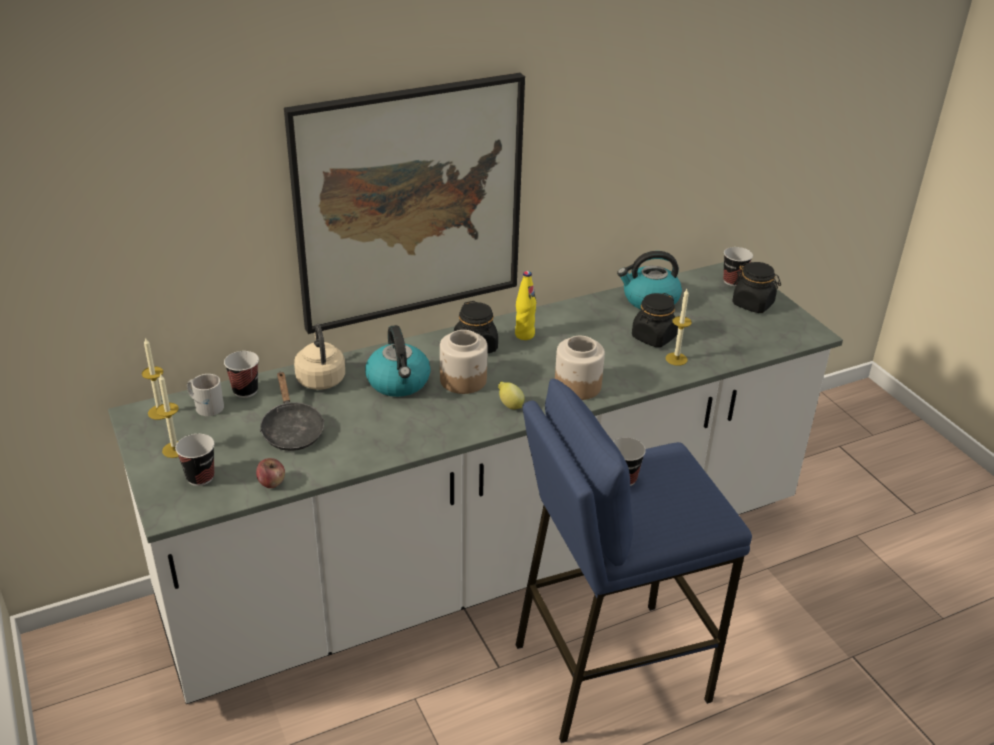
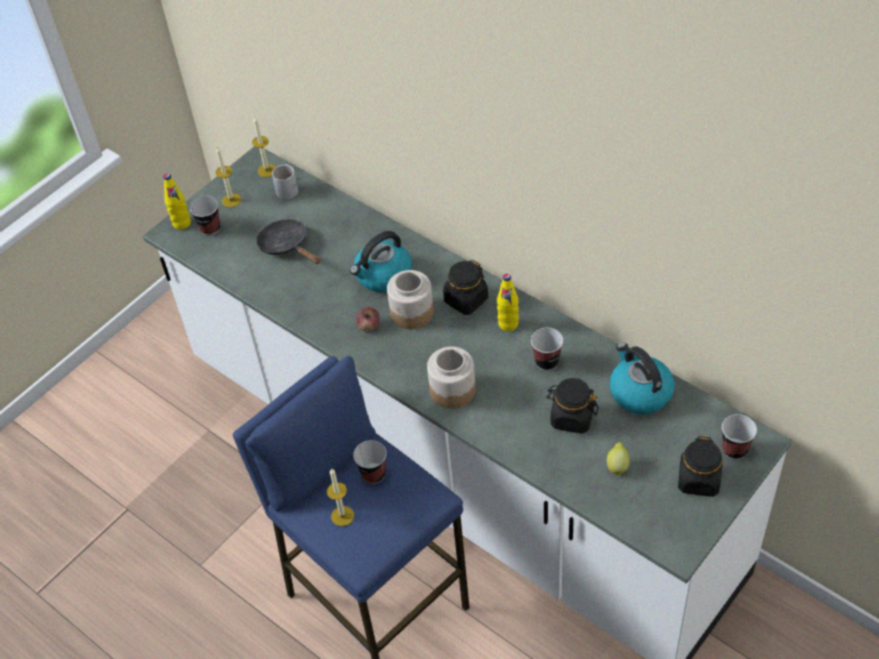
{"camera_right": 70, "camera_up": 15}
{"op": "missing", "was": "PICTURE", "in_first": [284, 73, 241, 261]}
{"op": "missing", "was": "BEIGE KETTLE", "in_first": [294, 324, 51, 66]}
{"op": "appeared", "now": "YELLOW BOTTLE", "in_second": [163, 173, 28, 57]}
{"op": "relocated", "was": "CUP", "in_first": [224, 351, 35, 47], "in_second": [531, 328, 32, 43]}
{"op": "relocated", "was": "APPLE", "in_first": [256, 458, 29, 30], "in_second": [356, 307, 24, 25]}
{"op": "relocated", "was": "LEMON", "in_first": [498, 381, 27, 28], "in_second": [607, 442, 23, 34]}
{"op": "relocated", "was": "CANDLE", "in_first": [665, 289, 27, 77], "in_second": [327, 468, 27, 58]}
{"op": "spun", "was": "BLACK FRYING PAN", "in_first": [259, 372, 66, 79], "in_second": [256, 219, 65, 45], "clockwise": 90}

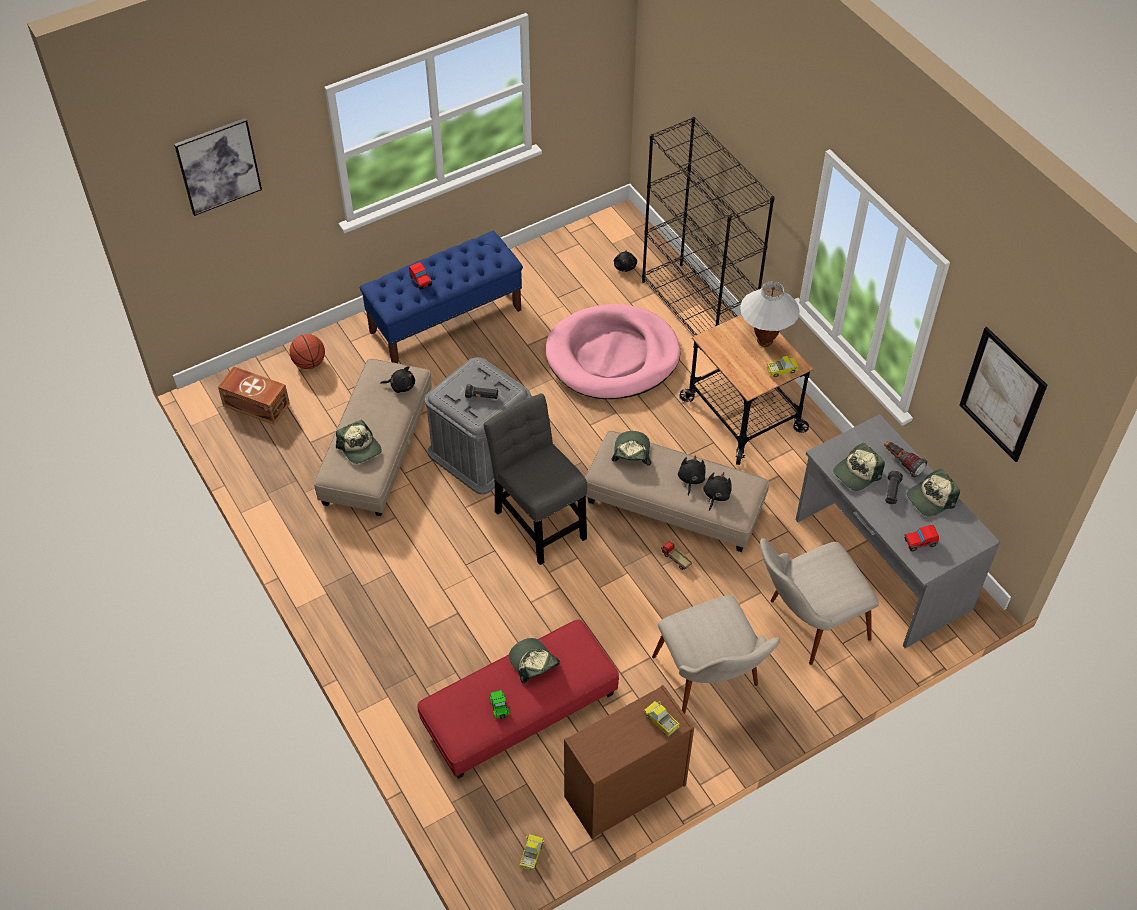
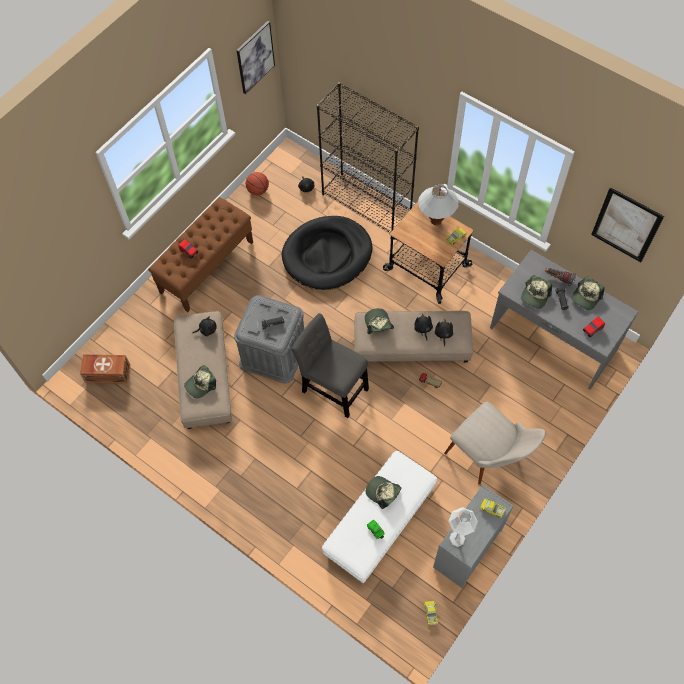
{"camera_right": -20, "camera_up": 10}
{"op": "missing", "was": "BEIGE CHAIR", "in_first": [760, 538, 119, 127]}
{"op": "appeared", "now": "GREY TABLE LAMP", "in_second": [448, 507, 30, 40]}
{"op": "relocated", "was": "PICTURE", "in_first": [174, 118, 88, 98], "in_second": [236, 21, 39, 73]}
{"op": "relocated", "was": "BASKETBALL", "in_first": [289, 334, 36, 35], "in_second": [246, 172, 23, 23]}
{"op": "colour", "was": "BLUE BENCH", "now": "BROWN BENCH", "in_first": [360, 231, 163, 132], "in_second": [148, 197, 105, 115]}
{"op": "colour", "was": "RED OTTOMAN", "now": "WHITE OTTOMAN", "in_first": [418, 620, 201, 159], "in_second": [322, 451, 115, 132]}
{"op": "colour", "was": "PINK DOG BED", "now": "BLACK DOG BED", "in_first": [546, 304, 135, 95], "in_second": [282, 216, 90, 74]}
{"op": "colour", "was": "BROWN DRESSER", "now": "GREY DRESSER", "in_first": [564, 685, 130, 155], "in_second": [433, 484, 81, 104]}
{"op": "spun", "was": "CAP", "in_first": [336, 420, 46, 44], "in_second": [184, 365, 32, 33], "clockwise": 105}

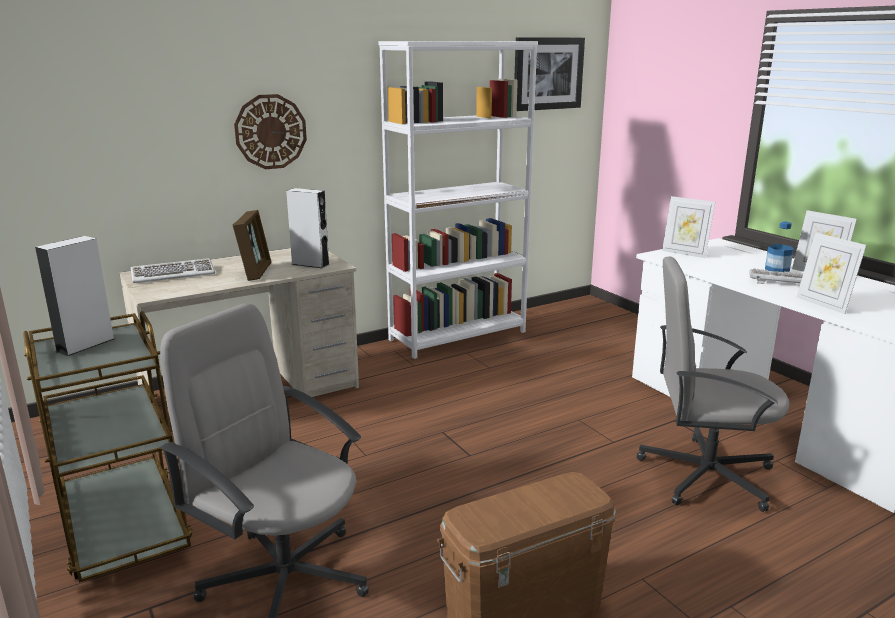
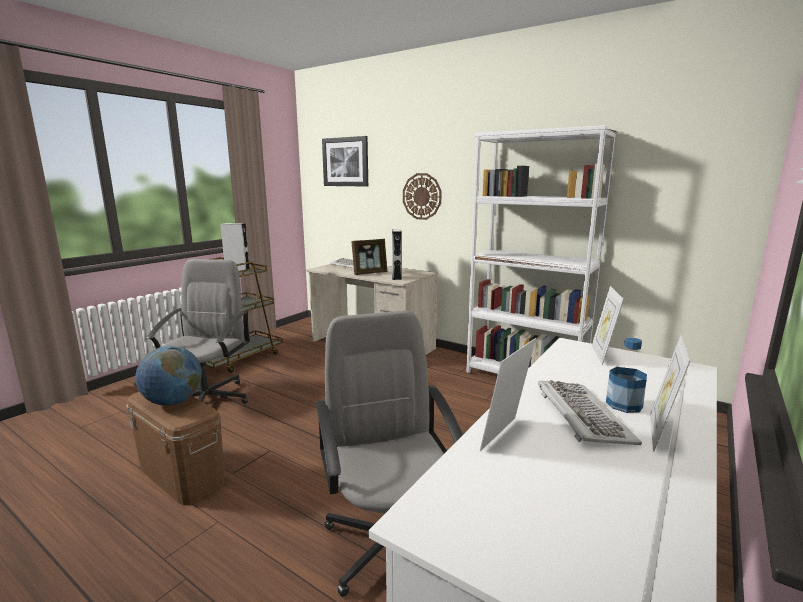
{"camera_right": 65, "camera_up": -5}
{"op": "appeared", "now": "GLOBE", "in_second": [135, 346, 67, 59]}
{"op": "relocated", "was": "PICTURE", "in_first": [514, 37, 71, 74], "in_second": [322, 136, 46, 51]}

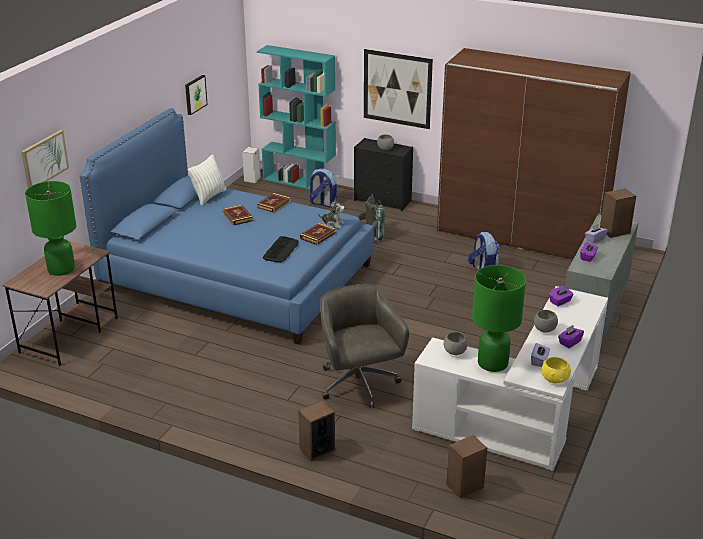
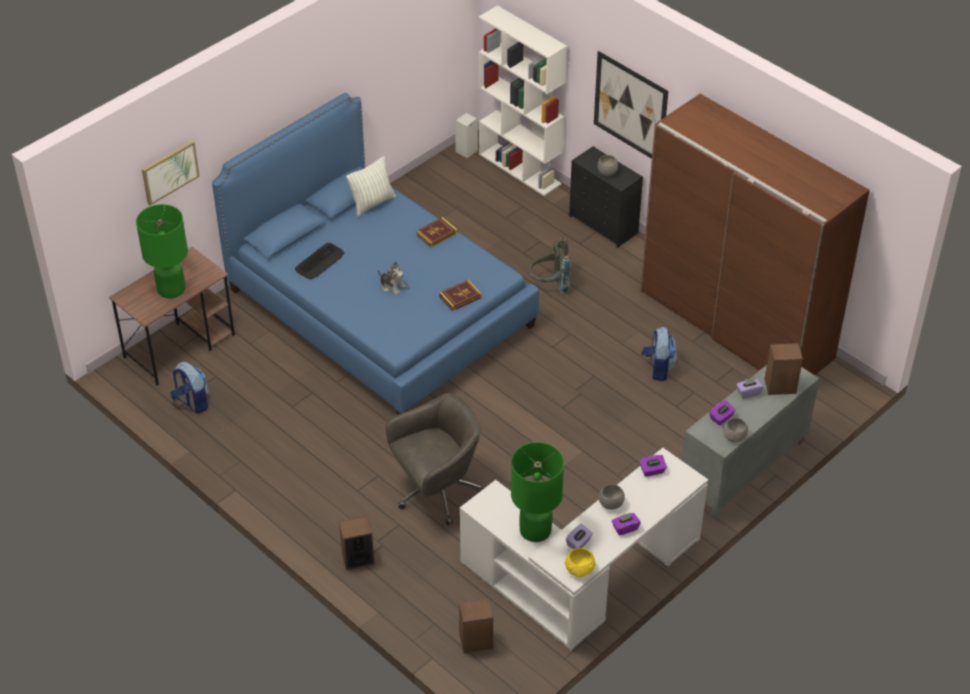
{"camera_right": 20, "camera_up": 15}
{"op": "missing", "was": "PICTURE", "in_first": [185, 75, 23, 40]}
{"op": "missing", "was": "BOOK", "in_first": [223, 205, 30, 20]}
{"op": "relocated", "was": "KEYBOARD", "in_first": [263, 236, 35, 26], "in_second": [295, 243, 49, 36]}
{"op": "relocated", "was": "BACKPACK", "in_first": [309, 169, 28, 38], "in_second": [170, 362, 38, 52]}
{"op": "relocated", "was": "PLUSH TOY", "in_first": [318, 198, 27, 31], "in_second": [378, 262, 28, 33]}
{"op": "relocated", "was": "GREY BOWL", "in_first": [444, 332, 24, 23], "in_second": [723, 418, 25, 25]}
{"op": "colour", "was": "TURQUOISE BOOKCASE", "now": "WHITE BOOKCASE", "in_first": [257, 45, 79, 145], "in_second": [479, 5, 88, 191]}
{"op": "spun", "was": "GREY OFFICE CHAIR", "in_first": [320, 284, 89, 124], "in_second": [386, 393, 96, 133], "clockwise": 60}

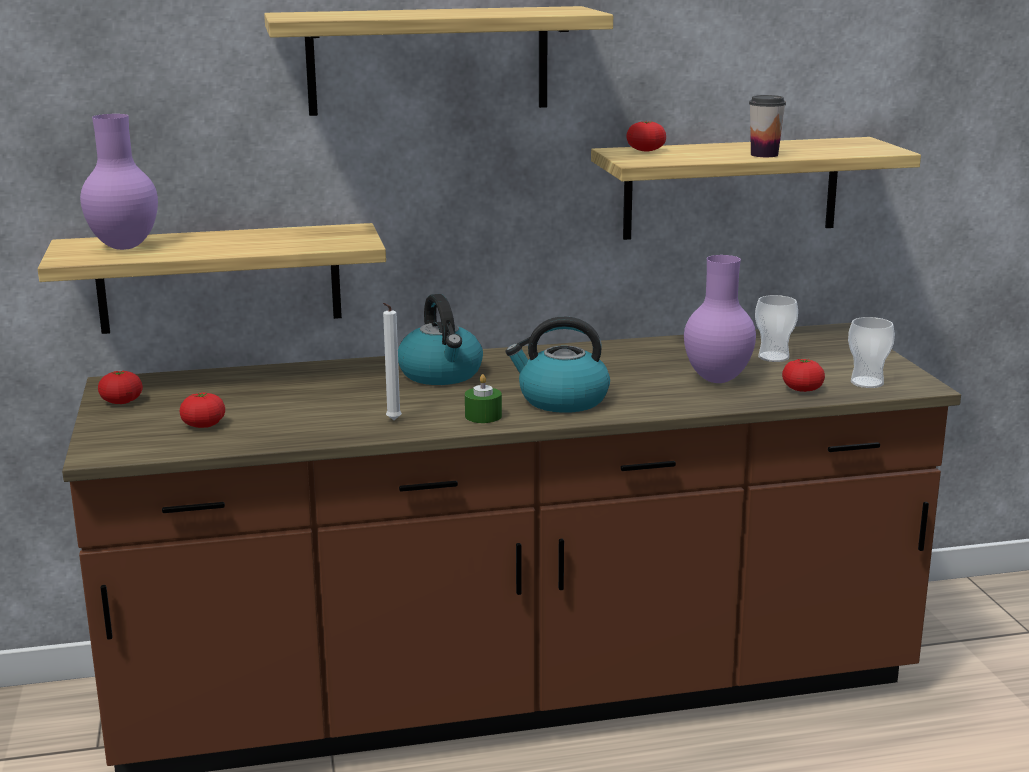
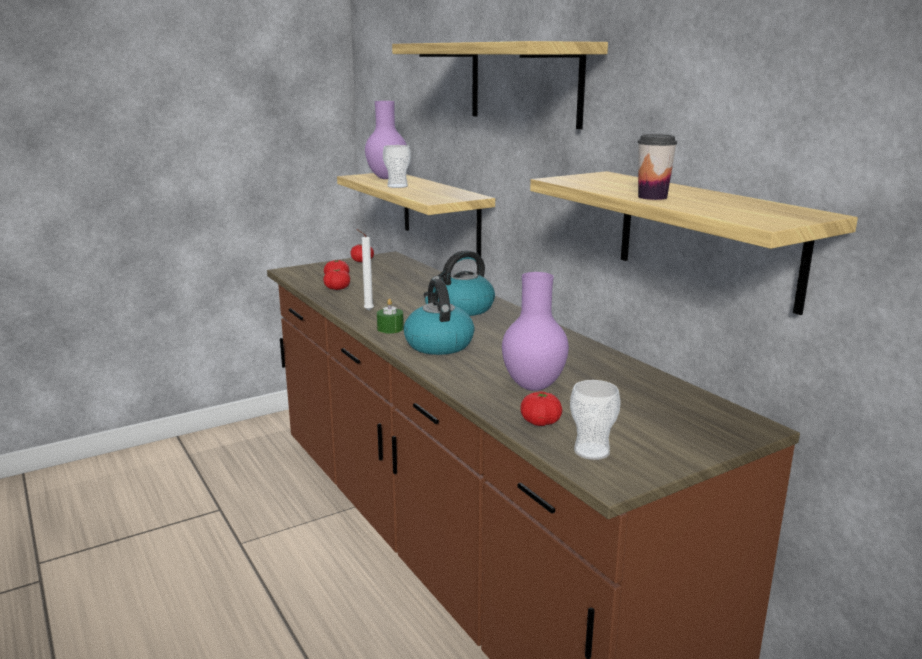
{"camera_right": 70, "camera_up": 0}
{"op": "relocated", "was": "TOMATO", "in_first": [627, 121, 39, 31], "in_second": [323, 269, 27, 21]}
{"op": "relocated", "was": "CUP", "in_first": [755, 295, 43, 67], "in_second": [383, 145, 28, 43]}

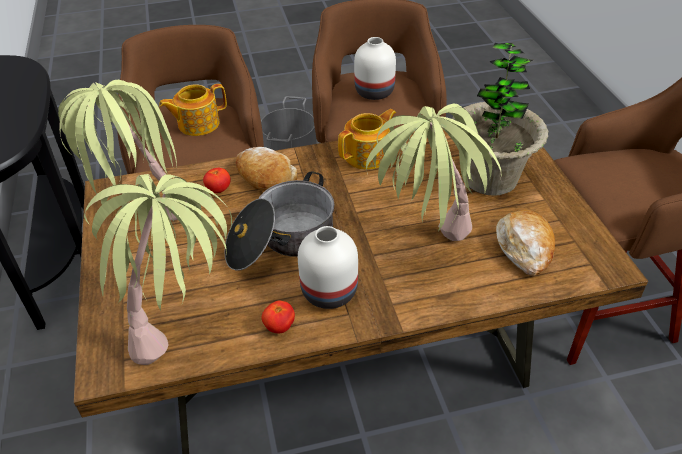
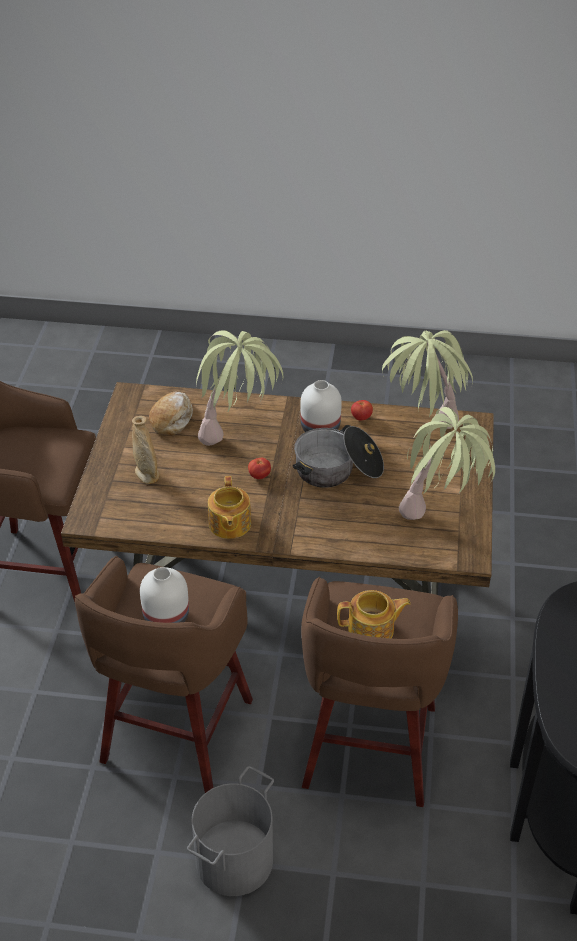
{"camera_right": -160, "camera_up": 0}
{"op": "missing", "was": "BREAD", "in_first": [236, 147, 61, 44]}
{"op": "relocated", "was": "TOMATO", "in_first": [203, 168, 27, 25], "in_second": [248, 458, 23, 21]}
{"op": "exchanged", "was": "POTTED PLANT", "now": "BEIGE VASE", "in_first": [452, 43, 96, 153], "in_second": [132, 416, 28, 68]}
{"op": "spun", "was": "TEAPOT", "in_first": [338, 109, 58, 61], "in_second": [208, 476, 43, 63], "clockwise": -75}

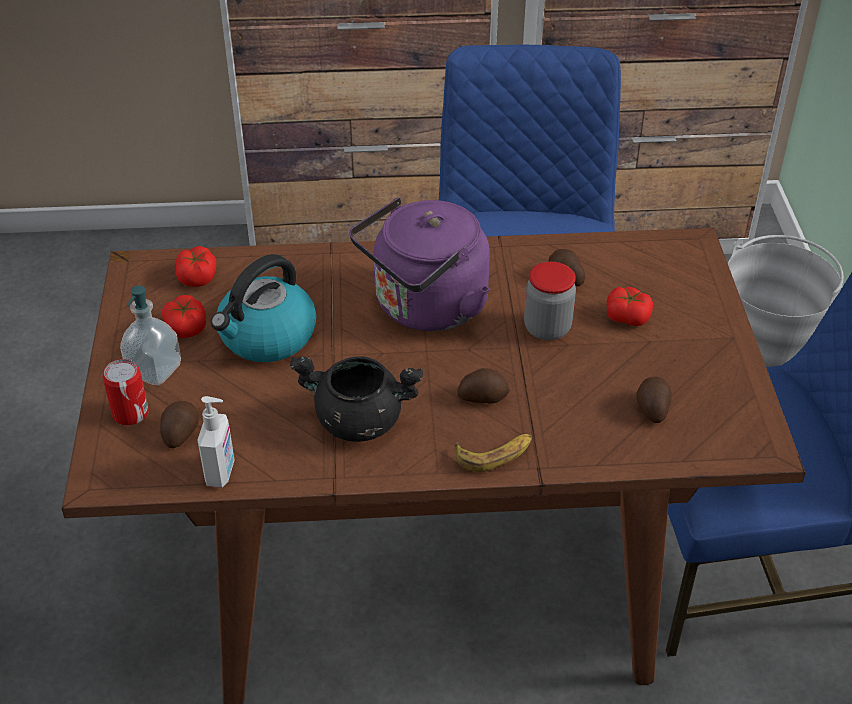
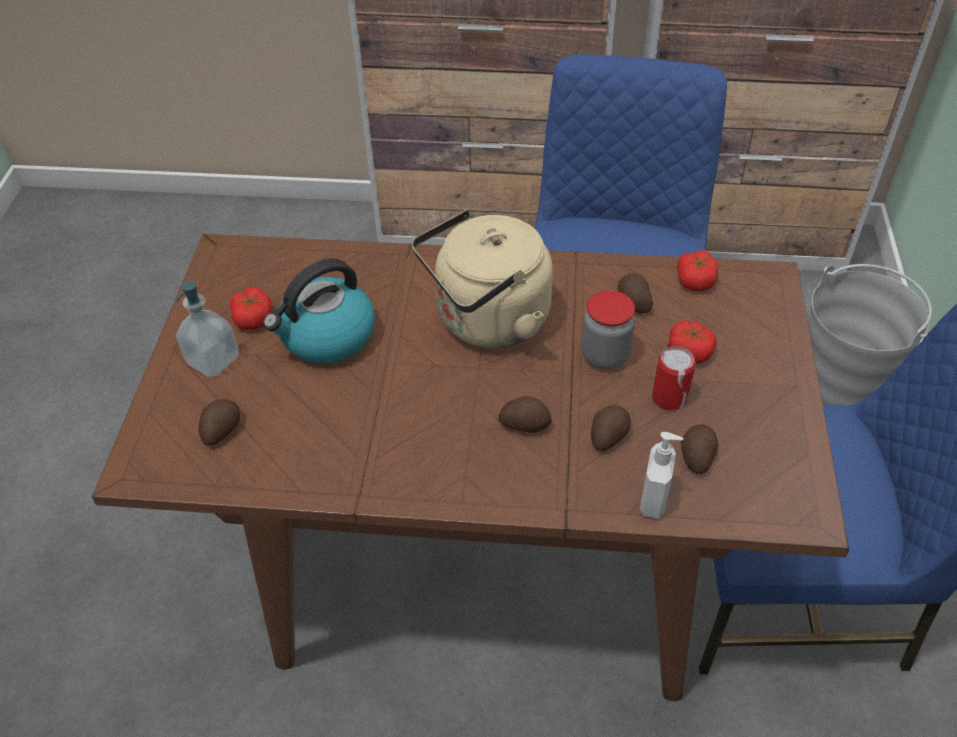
{"camera_right": 10, "camera_up": 5}
{"op": "missing", "was": "BLACK COOKING POT", "in_first": [290, 356, 133, 86]}
{"op": "missing", "was": "BANANA", "in_first": [455, 434, 77, 38]}
{"op": "appeared", "now": "POTATO", "in_second": [591, 405, 40, 46]}
{"op": "relocated", "was": "CAN", "in_first": [103, 359, 46, 66], "in_second": [652, 346, 44, 64]}
{"op": "relocated", "was": "TOMATO", "in_first": [176, 246, 40, 41], "in_second": [677, 250, 41, 41]}
{"op": "relocated", "was": "SOAP DISPENSER", "in_first": [198, 396, 37, 92], "in_second": [640, 432, 44, 87]}
{"op": "colour", "was": "PURPLE KETTLE", "now": "BEIGE KETTLE", "in_first": [349, 197, 141, 134], "in_second": [412, 210, 141, 138]}

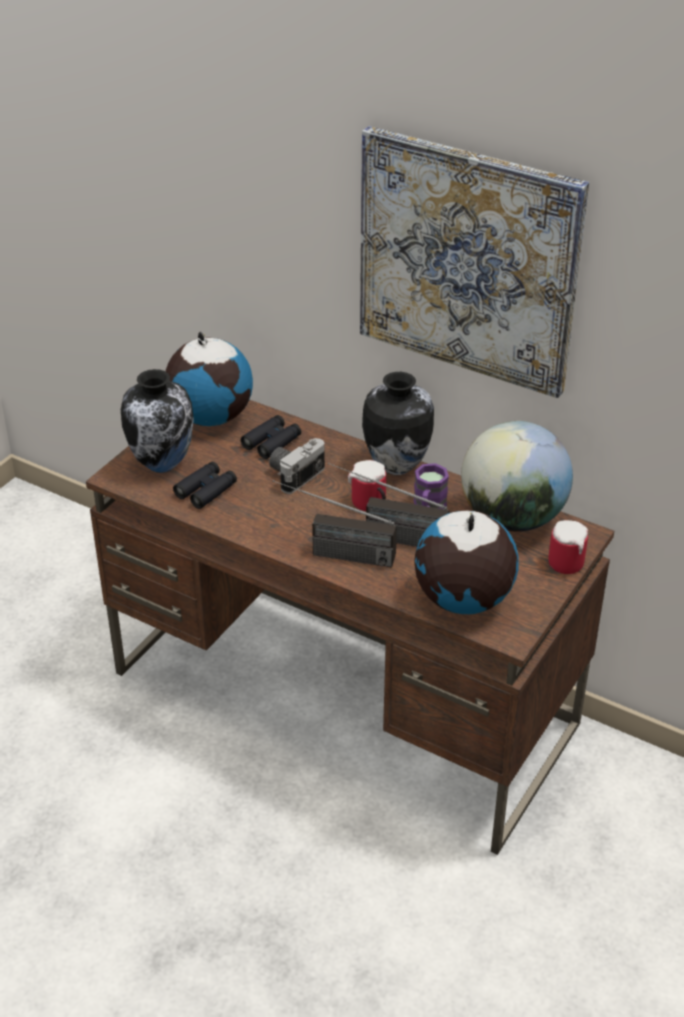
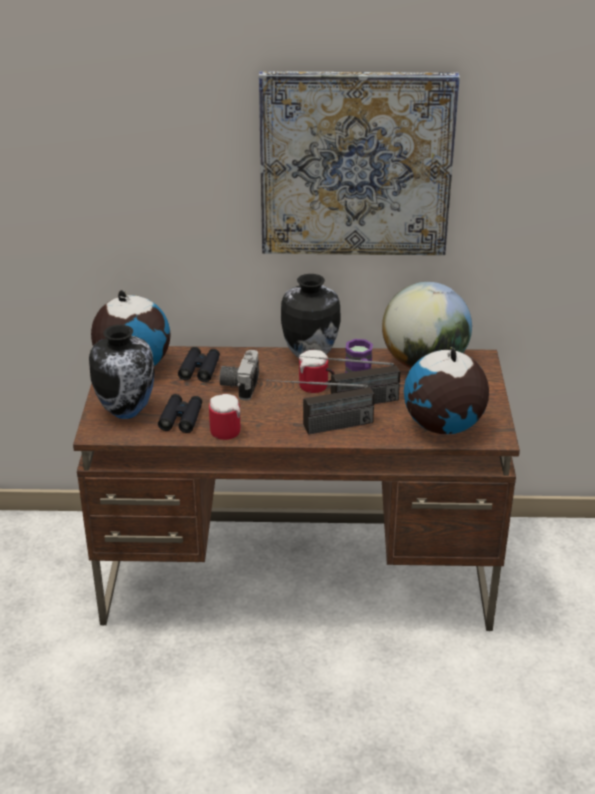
{"camera_right": -30, "camera_up": -5}
{"op": "relocated", "was": "MUG", "in_first": [548, 520, 40, 54], "in_second": [209, 394, 31, 46]}

